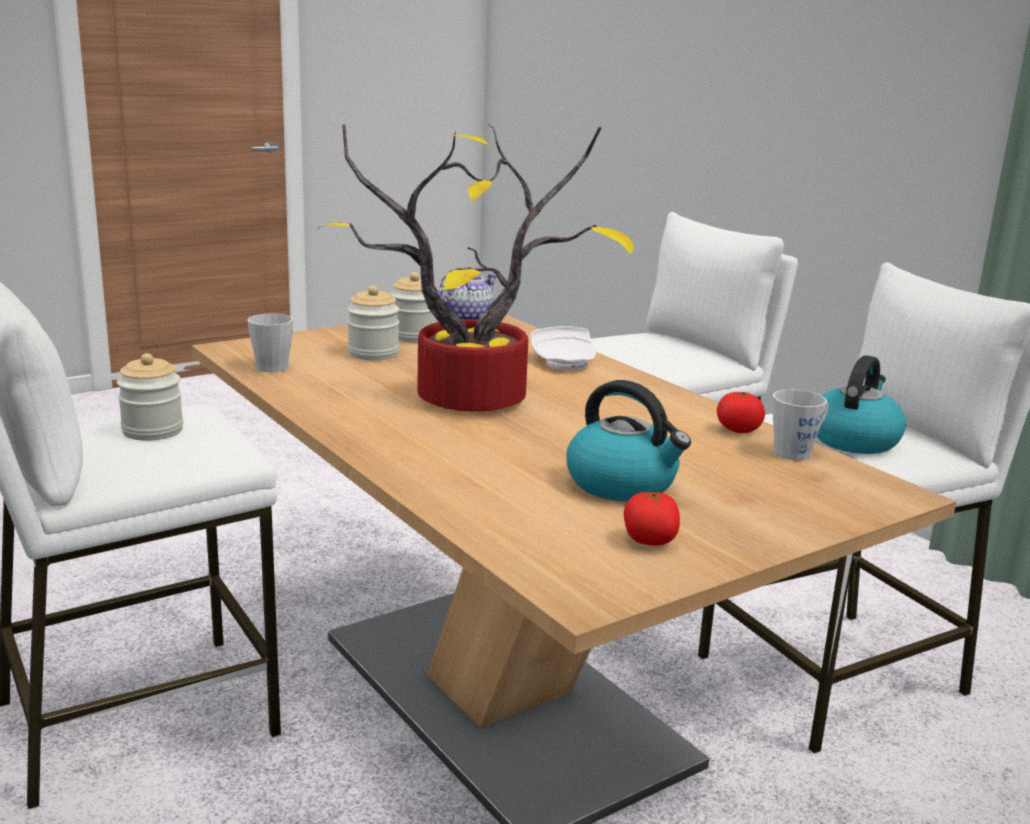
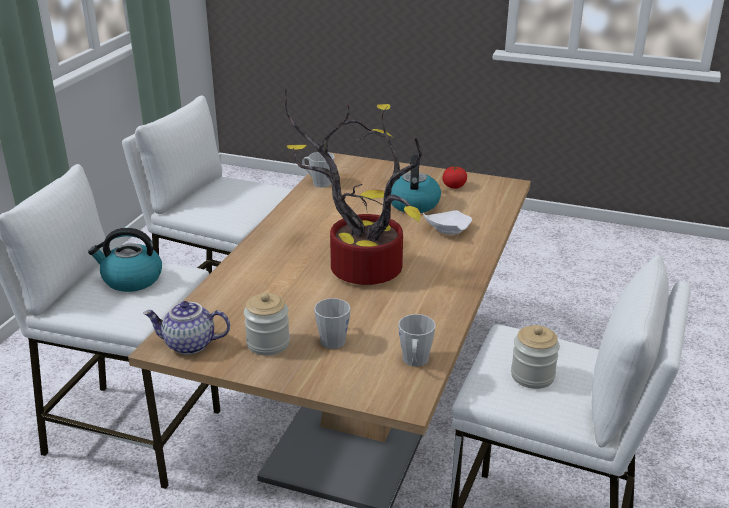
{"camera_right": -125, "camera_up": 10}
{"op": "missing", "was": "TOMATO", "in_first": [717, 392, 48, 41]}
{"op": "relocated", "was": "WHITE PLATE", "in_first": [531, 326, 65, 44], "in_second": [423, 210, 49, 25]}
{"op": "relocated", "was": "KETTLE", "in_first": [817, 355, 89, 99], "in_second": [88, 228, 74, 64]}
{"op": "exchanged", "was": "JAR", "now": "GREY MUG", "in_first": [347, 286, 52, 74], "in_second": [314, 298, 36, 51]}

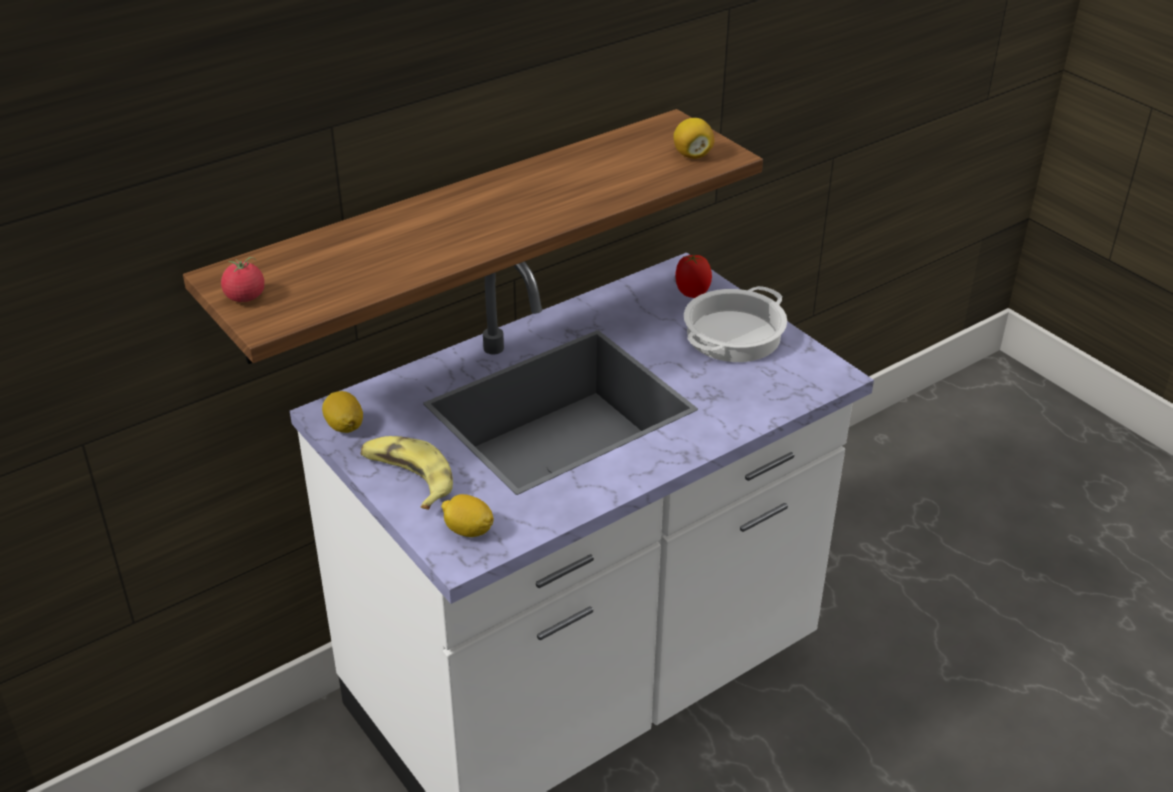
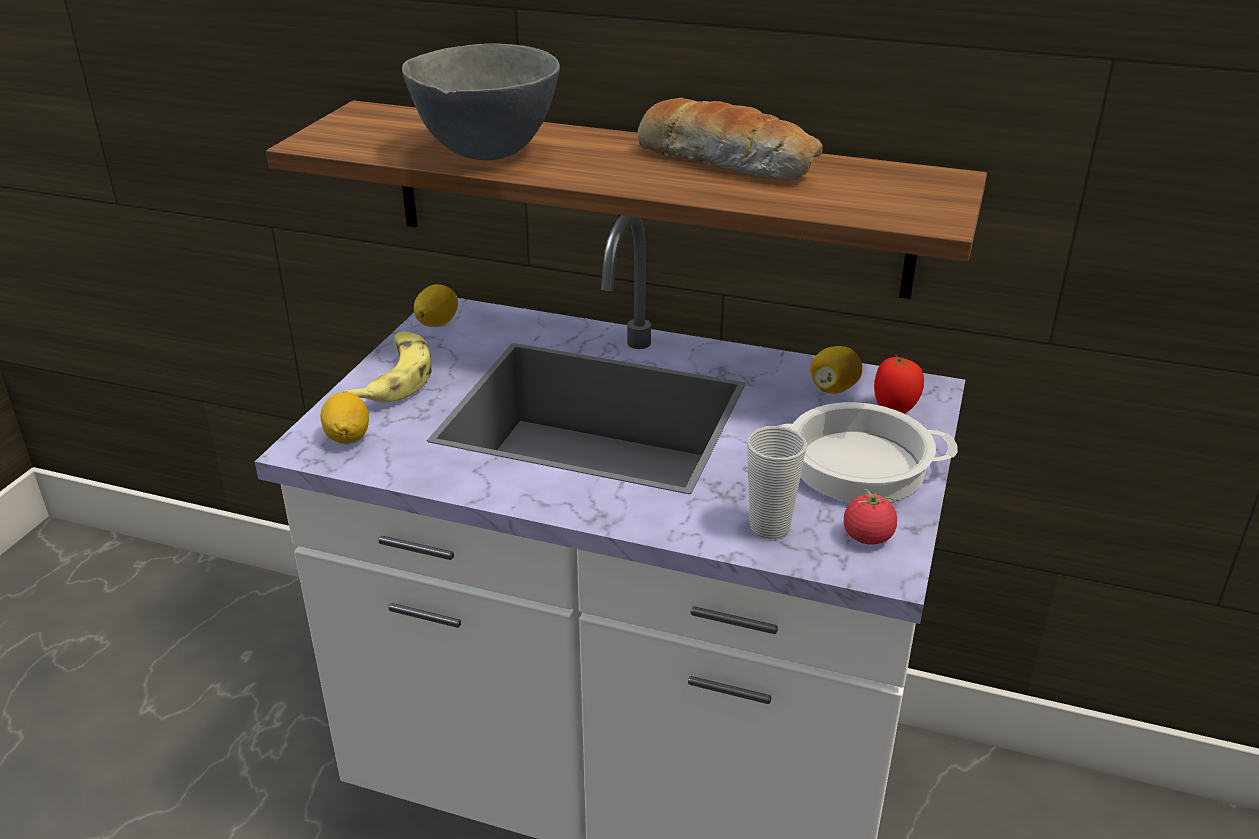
{"camera_right": 55, "camera_up": -5}
{"op": "appeared", "now": "GREY BOWL", "in_second": [402, 43, 158, 117]}
{"op": "appeared", "now": "BREAD", "in_second": [638, 98, 185, 82]}
{"op": "appeared", "now": "CUP", "in_second": [747, 426, 60, 113]}
{"op": "relocated", "was": "TOMATO", "in_first": [221, 257, 44, 45], "in_second": [844, 489, 53, 55]}
{"op": "relocated", "was": "LEMON", "in_first": [673, 118, 41, 41], "in_second": [811, 346, 51, 48]}

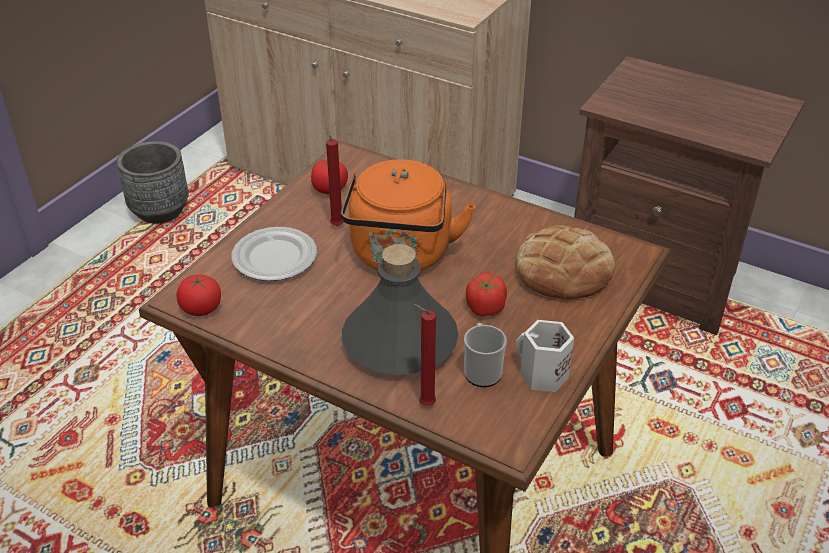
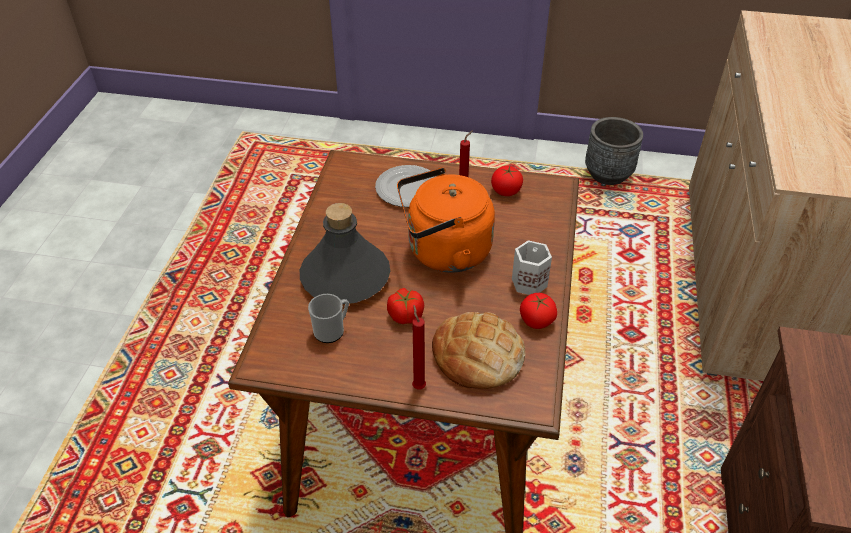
{"camera_right": 70, "camera_up": 5}
{"op": "relocated", "was": "TOMATO", "in_first": [176, 274, 45, 42], "in_second": [520, 293, 37, 36]}
{"op": "relocated", "was": "RED CANDLE", "in_first": [413, 304, 23, 102], "in_second": [412, 305, 14, 84]}
{"op": "relocated", "was": "WHITE MUG", "in_first": [516, 320, 58, 72], "in_second": [512, 240, 40, 55]}

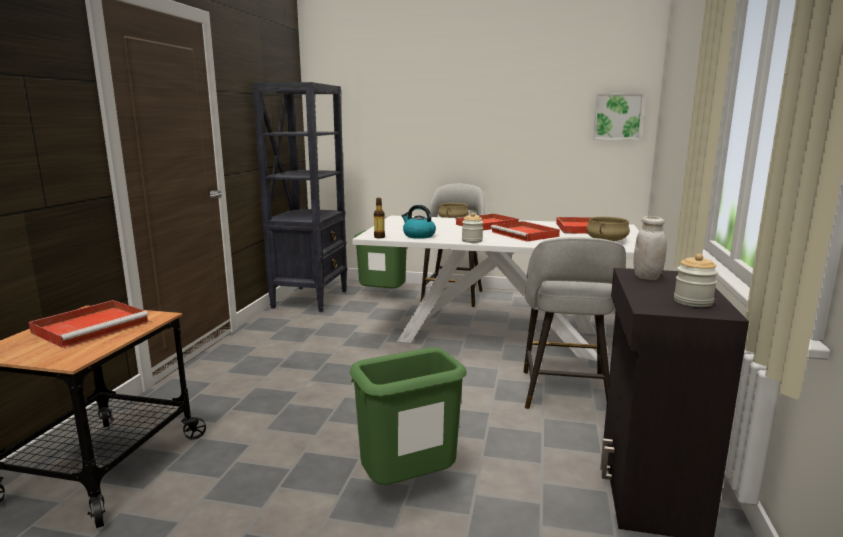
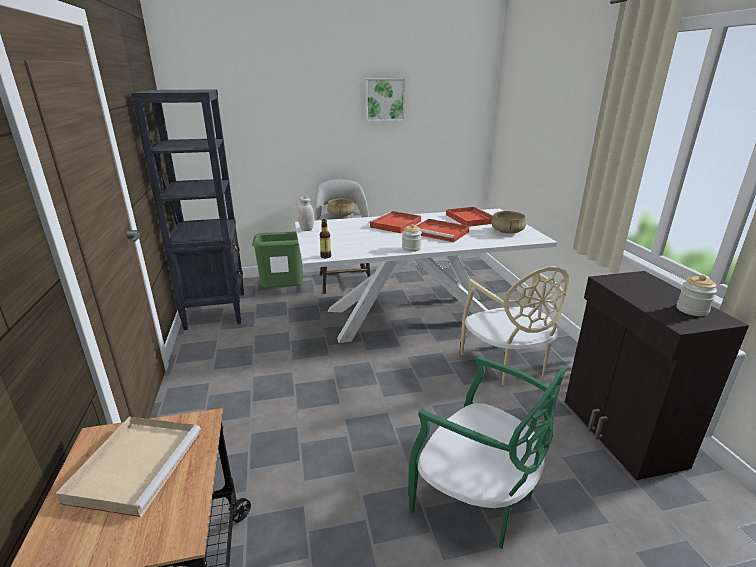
{"camera_right": -25, "camera_up": 10}
{"op": "missing", "was": "KETTLE", "in_first": [402, 205, 34, 34]}
{"op": "relocated", "was": "PICTURE", "in_first": [593, 93, 51, 47], "in_second": [365, 79, 40, 43]}
{"op": "relocated", "was": "WHITE JAR", "in_first": [634, 216, 33, 64], "in_second": [298, 196, 16, 35]}
{"op": "exchanged", "was": "GREEN TRASH CAN", "now": "GREEN CHAIR", "in_first": [349, 347, 118, 138], "in_second": [409, 356, 158, 193]}
{"op": "exchanged", "was": "GREY STOOL", "now": "BEIGE CHAIR", "in_first": [524, 237, 102, 172], "in_second": [460, 266, 109, 120]}
{"op": "colour", "was": "RED TRAY", "now": "BEIGE TRAY", "in_first": [29, 300, 119, 48], "in_second": [56, 416, 145, 101]}

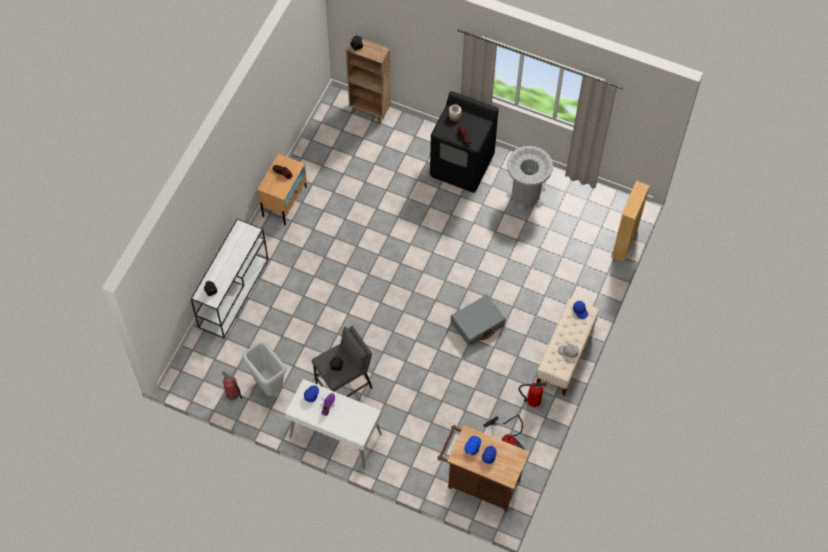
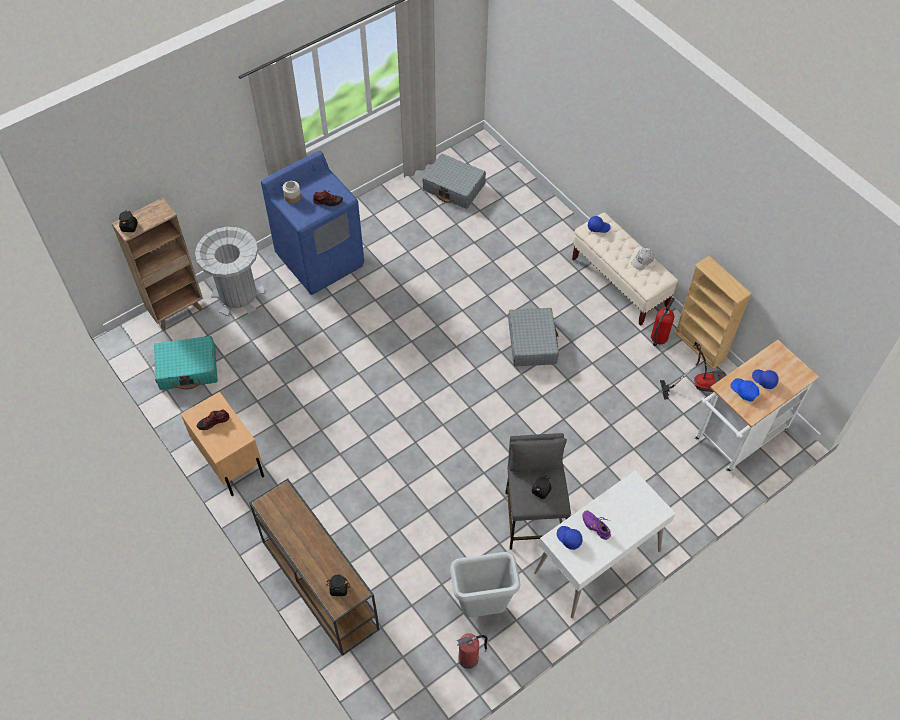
{"camera_right": -60, "camera_up": -5}
{"op": "appeared", "now": "TURQUOISE SUITCASE", "in_second": [154, 336, 64, 54]}
{"op": "appeared", "now": "GREY SUITCASE", "in_second": [422, 154, 64, 55]}
{"op": "relocated", "was": "GREY TRASH CAN", "in_first": [506, 146, 47, 65], "in_second": [195, 227, 70, 89]}
{"op": "relocated", "was": "BEIGE BOOKCASE", "in_first": [611, 181, 39, 80], "in_second": [674, 256, 78, 113]}
{"op": "colour", "was": "WHITE CONSOLE TABLE", "now": "BROWN CONSOLE TABLE", "in_first": [191, 219, 78, 119], "in_second": [249, 478, 131, 178]}
{"op": "colour", "was": "BLACK WASHING MACHINE", "now": "BLUE WASHING MACHINE", "in_first": [430, 91, 69, 102], "in_second": [261, 151, 103, 144]}
{"op": "colour", "was": "BROWN CART", "now": "WHITE CART", "in_first": [437, 425, 92, 87], "in_second": [695, 340, 124, 132]}

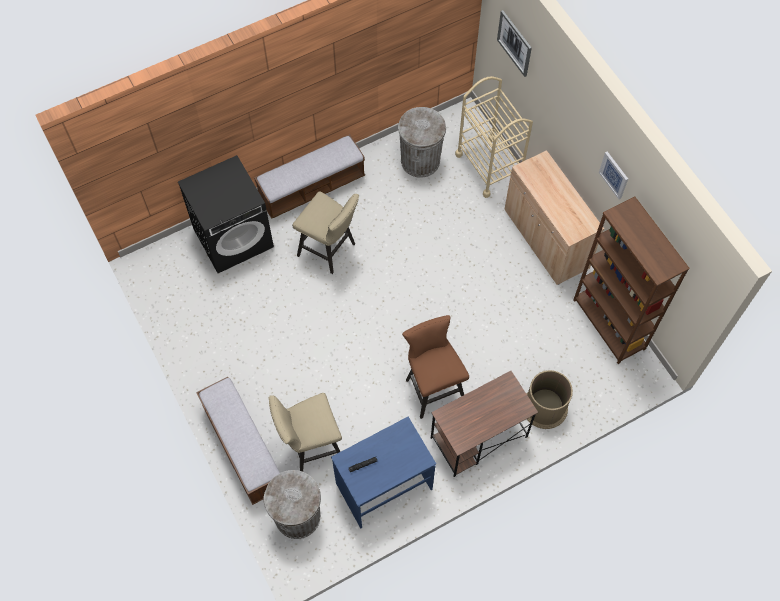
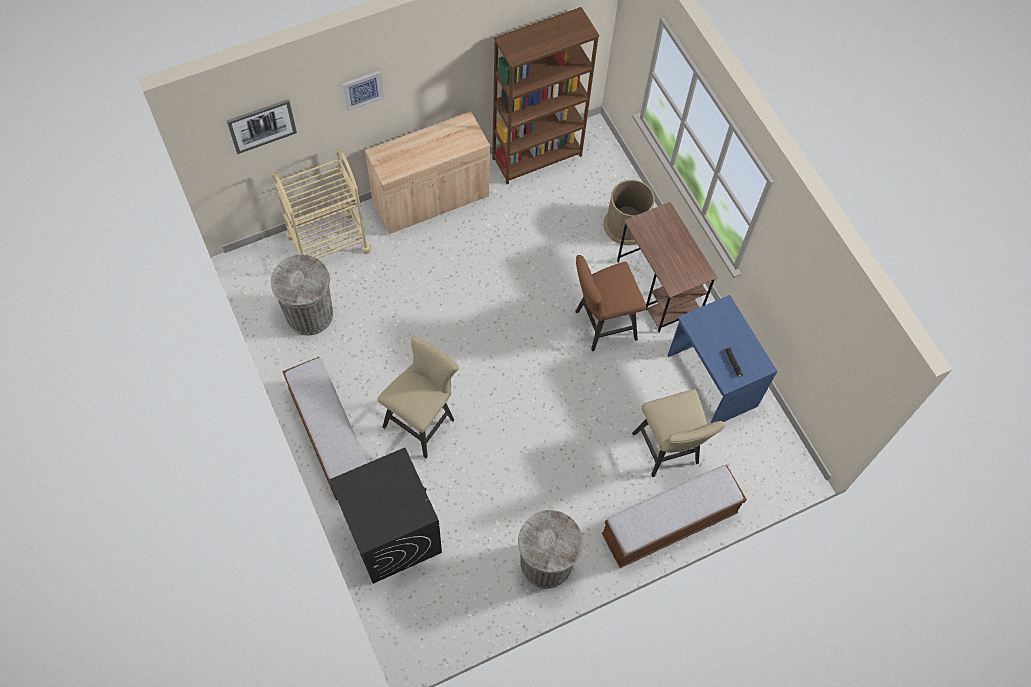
{"camera_right": -90, "camera_up": 0}
{"op": "relocated", "was": "GREY TRASH CAN", "in_first": [263, 470, 58, 69], "in_second": [518, 510, 65, 79]}
{"op": "relocated", "was": "PICTURE", "in_first": [599, 151, 29, 48], "in_second": [342, 71, 42, 40]}

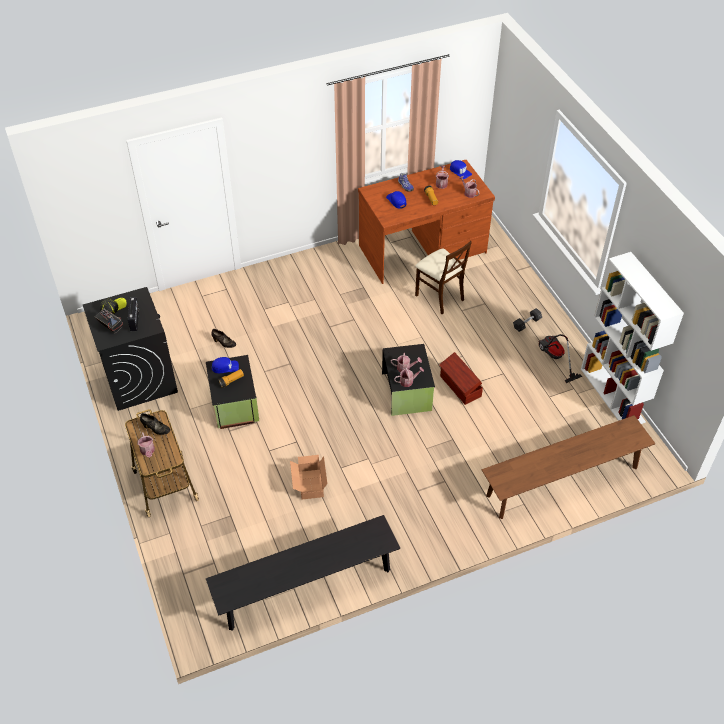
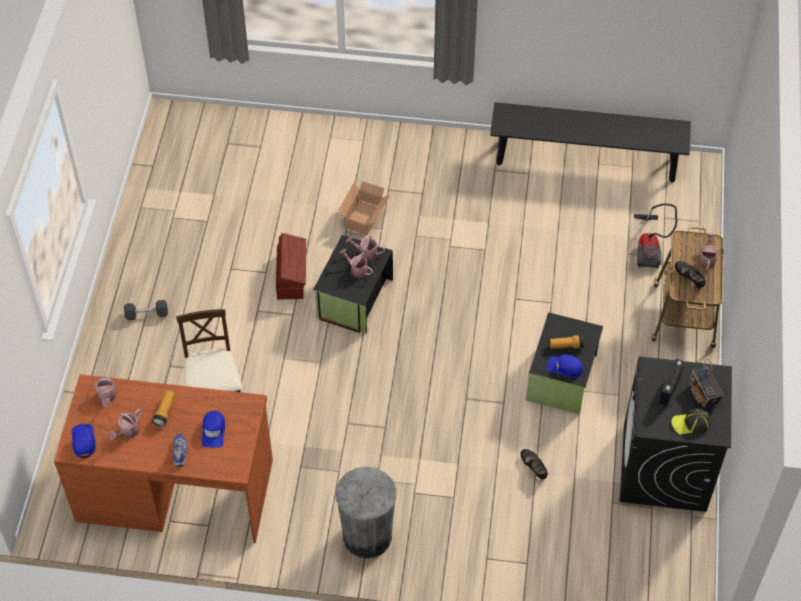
{"camera_right": -150, "camera_up": 5}
{"op": "missing", "was": "BROWN BENCH", "in_first": [482, 415, 174, 104]}
{"op": "missing", "was": "WHITE BOOKCASE", "in_first": [581, 252, 103, 172]}
{"op": "appeared", "now": "GREY TRASH CAN", "in_second": [336, 467, 60, 92]}
{"op": "relocated", "was": "CARDBOARD BOX", "in_first": [290, 455, 37, 45], "in_second": [339, 181, 51, 54]}
{"op": "relocated", "was": "VACUUM CLEANER", "in_first": [539, 334, 43, 49], "in_second": [634, 203, 43, 66]}

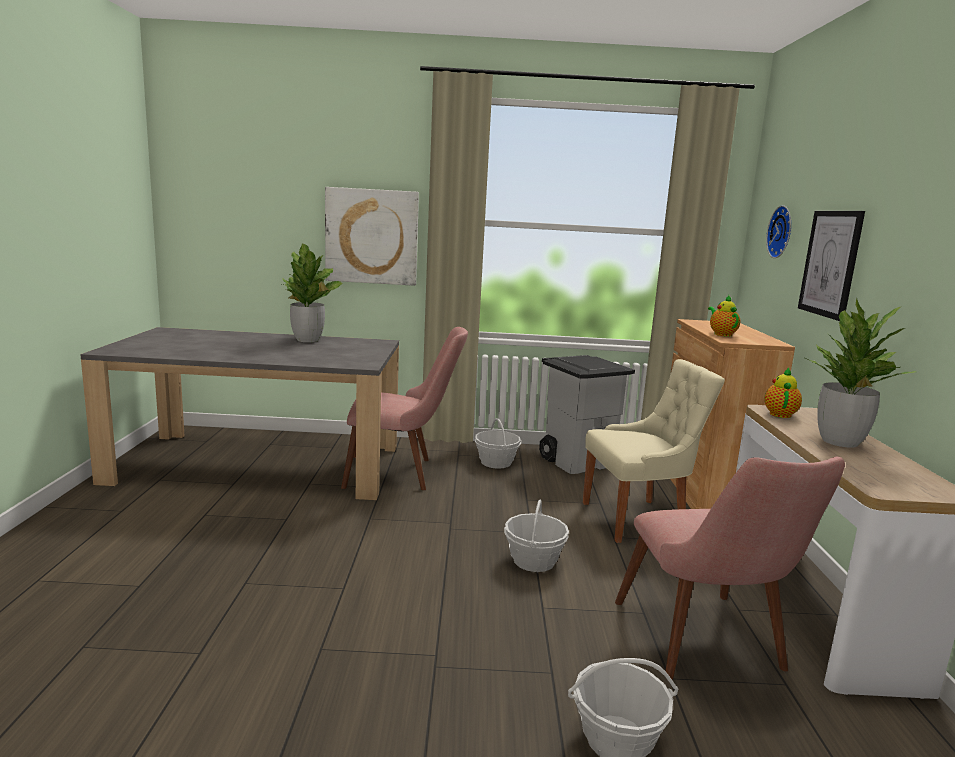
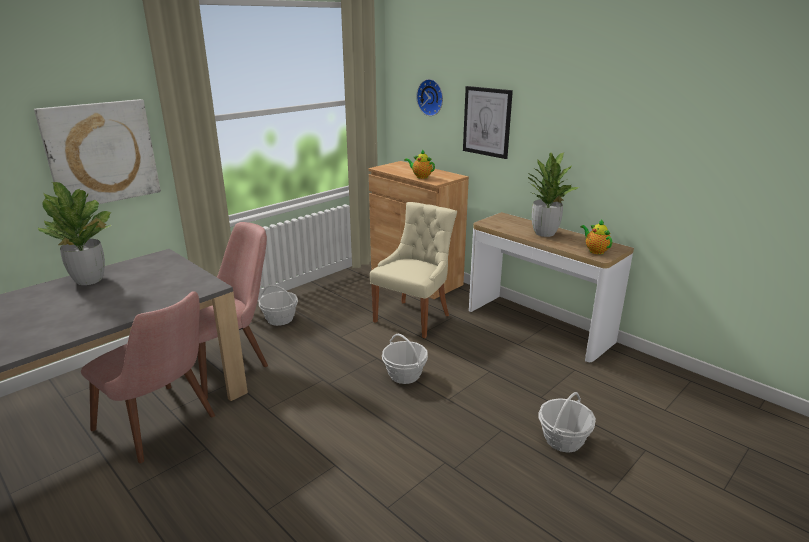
{"camera_right": -45, "camera_up": 10}
{"op": "missing", "was": "GREY TRASH CAN", "in_first": [539, 355, 96, 119]}
{"op": "relocated", "was": "PINK CHAIR", "in_first": [615, 457, 230, 222], "in_second": [81, 291, 134, 172]}
{"op": "relocated", "was": "TEAPOT", "in_first": [764, 367, 38, 51], "in_second": [581, 219, 31, 35]}

